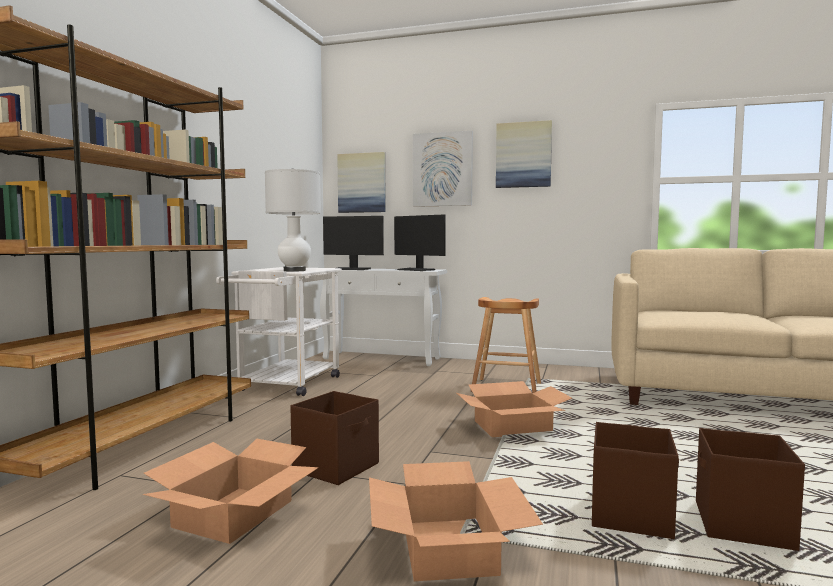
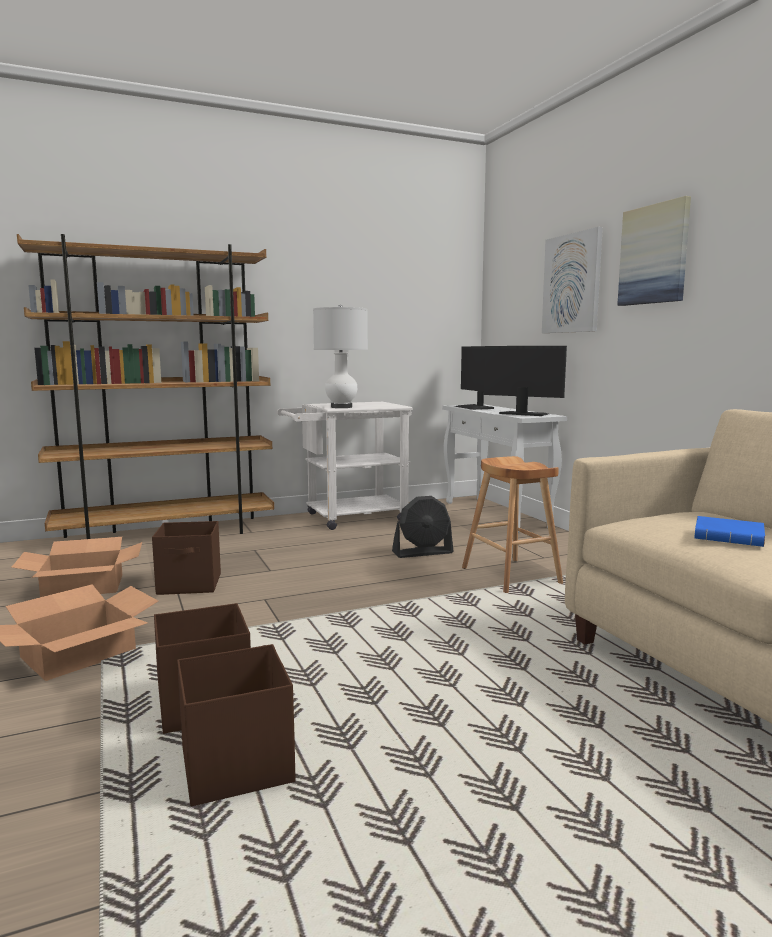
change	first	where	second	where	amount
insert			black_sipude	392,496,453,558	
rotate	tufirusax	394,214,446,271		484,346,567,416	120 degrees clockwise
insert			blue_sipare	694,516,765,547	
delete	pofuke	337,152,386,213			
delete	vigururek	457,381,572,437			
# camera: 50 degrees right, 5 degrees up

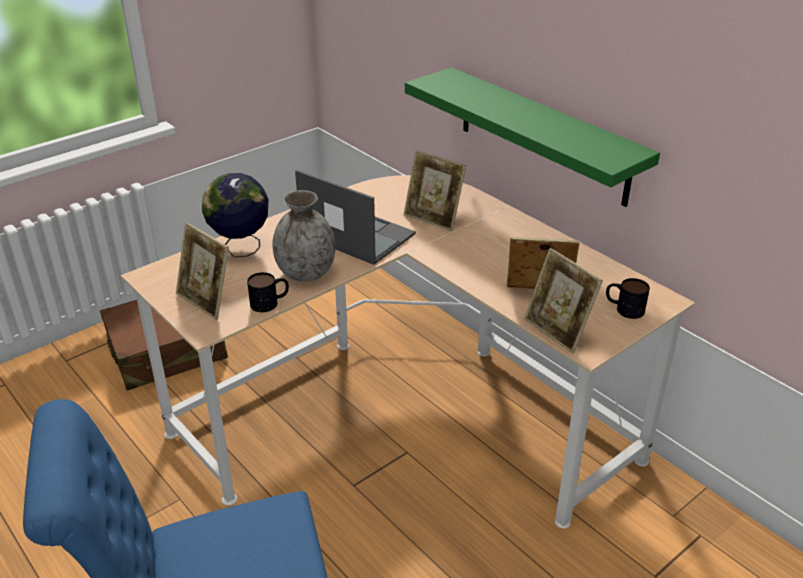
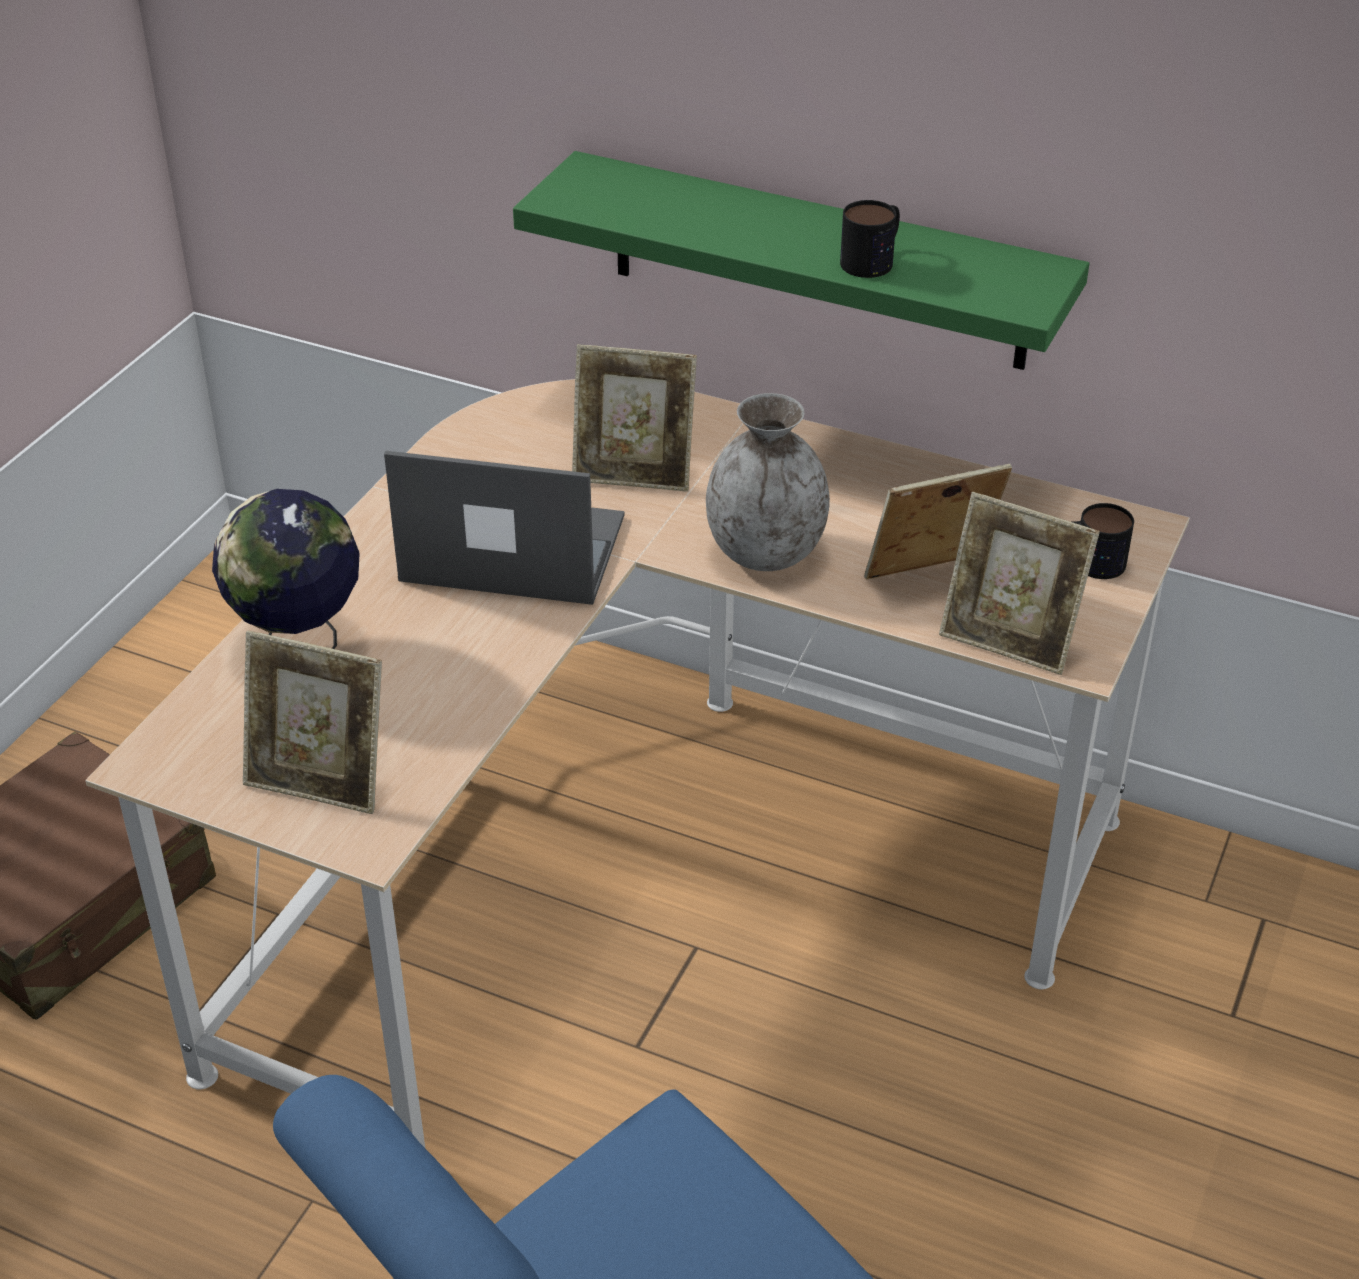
change	first	where	second	where	amount
move	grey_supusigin	272,190,336,282		706,393,830,571	
move	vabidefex	247,272,289,312		840,200,900,278	
# camera: 25 degrees left, 5 degrees up

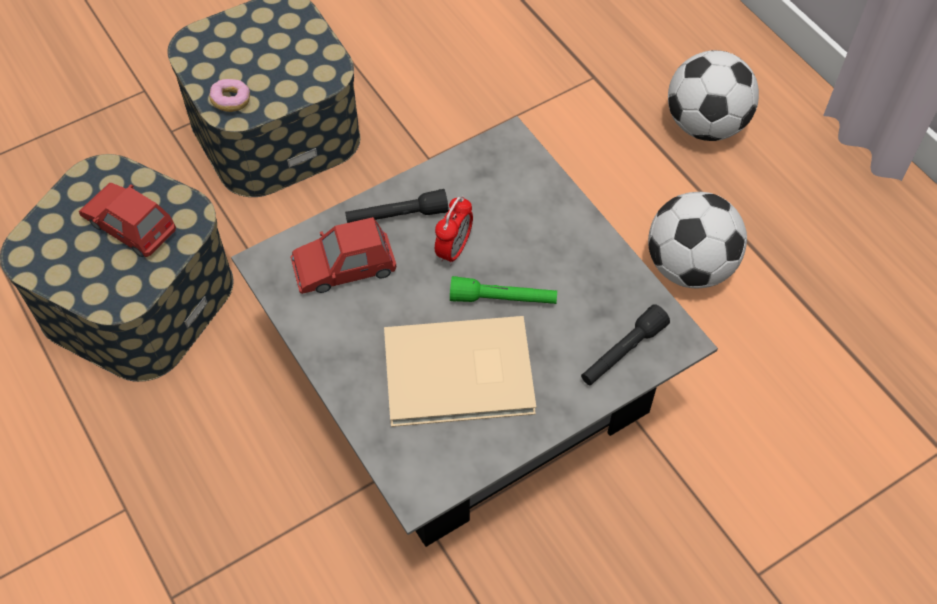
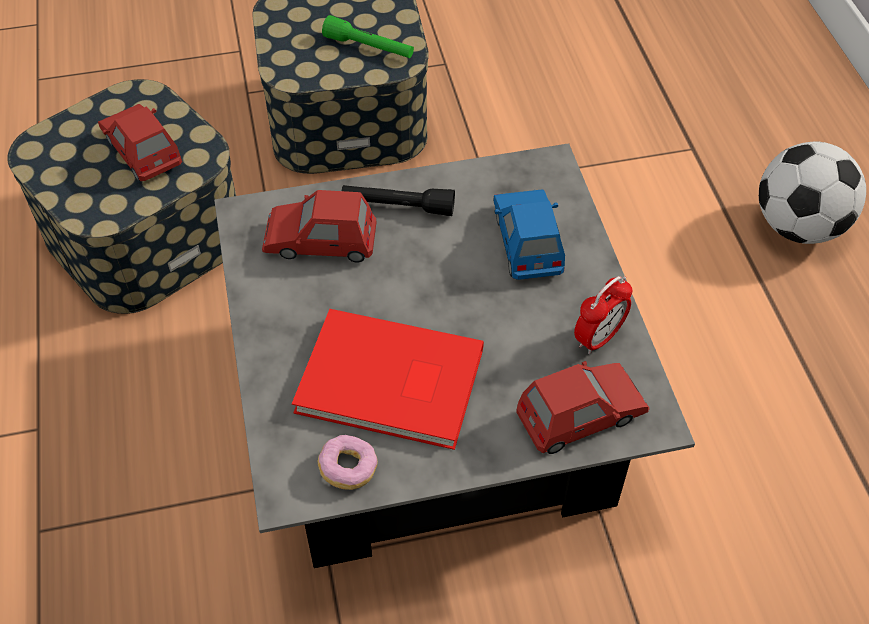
change	first	where	second	where	amount
recolor	beige_sipare	384,316,536,427	red_sipare	292,309,484,450	
move	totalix	209,79,250,112		318,435,378,490	
move	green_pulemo	450,276,557,304		322,15,414,58	
insert			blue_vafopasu	493,189,565,280	
replace	black_pulemo	581,304,670,385	red_vafopasu	516,361,650,454	
move	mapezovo	435,196,473,265		574,276,632,355	
delete	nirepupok	648,192,747,288			
# camera: 20 degrees right, 5 degrees down

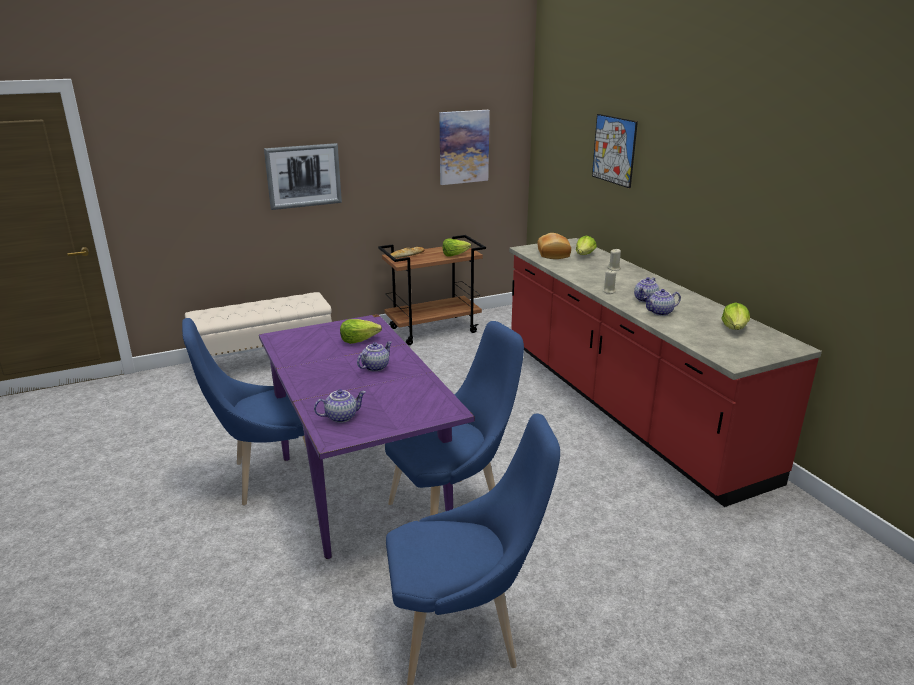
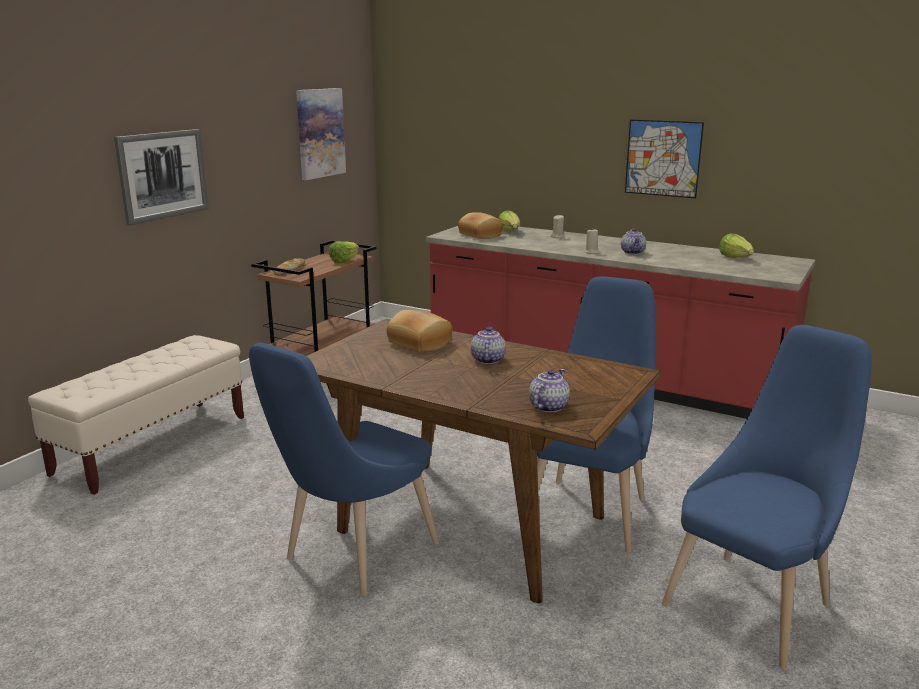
change	first	where	second	where	amount
recolor	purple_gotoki	259,314,475,559	brown_gotoki	307,319,661,604	
replace	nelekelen	340,319,382,344	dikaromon	387,310,453,352	
move	pofuke	592,114,638,188		625,119,704,198	
delete	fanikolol	643,289,681,316			
# camera: 35 degrees left, 5 degrees down

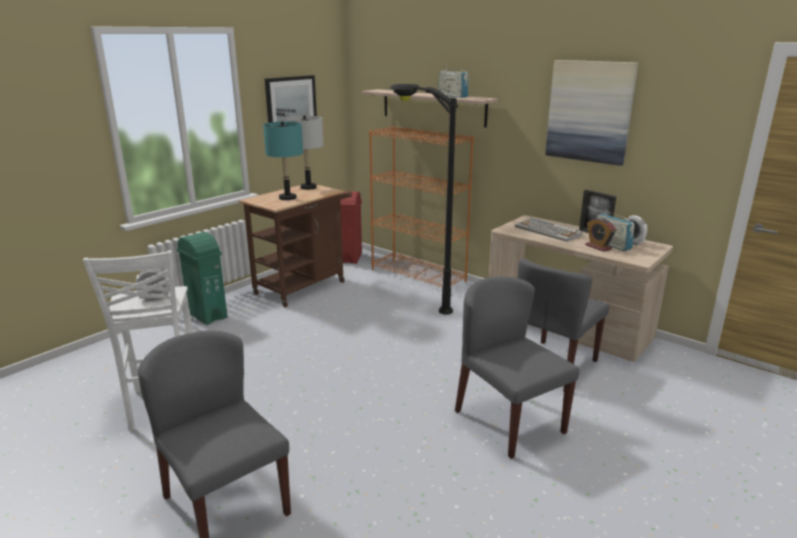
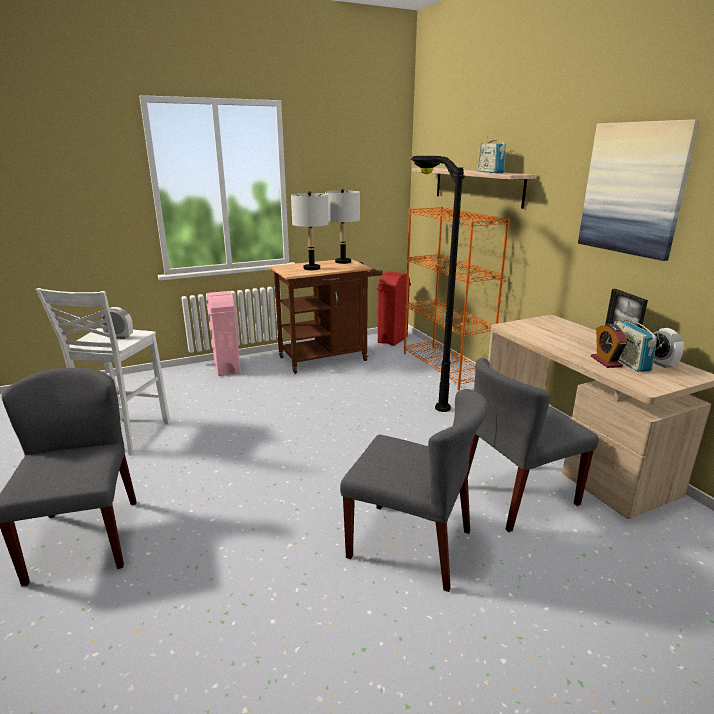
change	first	where	second	where	amount
recolor	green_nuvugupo	176,232,228,325	pink_nuvugupo	206,291,241,376	
recolor	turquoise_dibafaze	263,121,303,200	grey_dibafaze	291,191,329,270	
rotate	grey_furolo	455,277,579,459		340,389,488,592	120 degrees clockwise
delete	pofuke	265,75,317,123			
delete	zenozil	515,218,583,242			
# camera: 25 degrees right, 0 degrees up

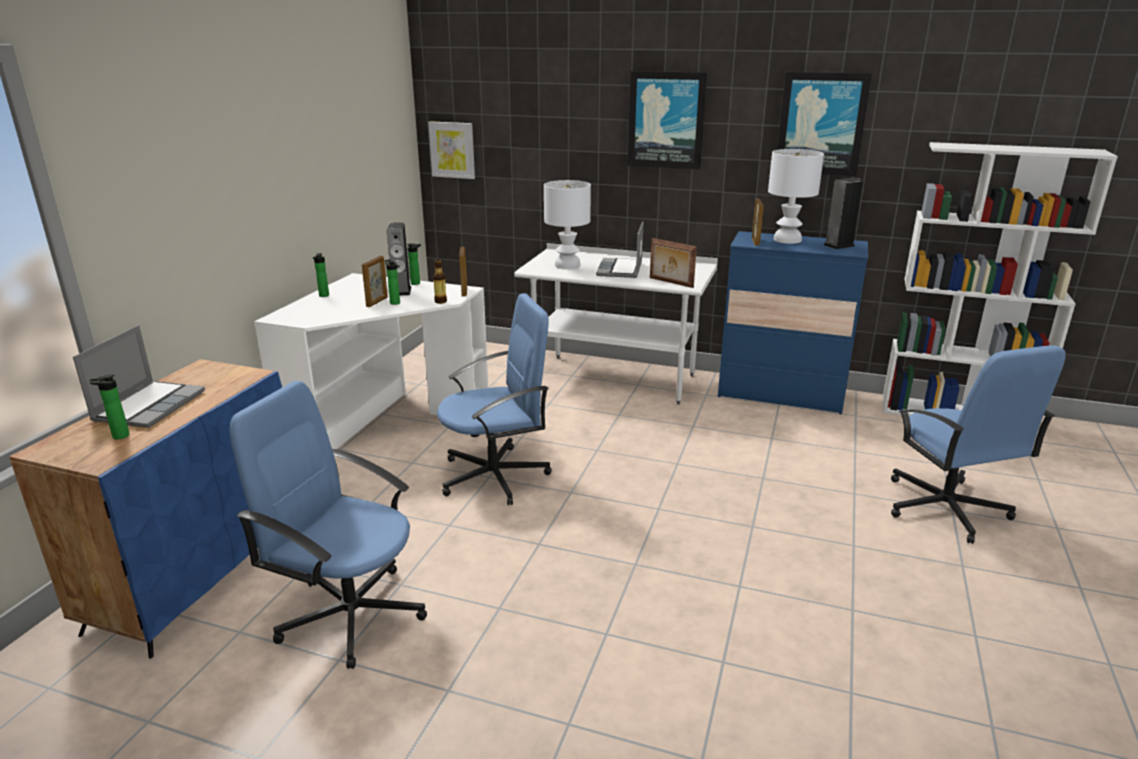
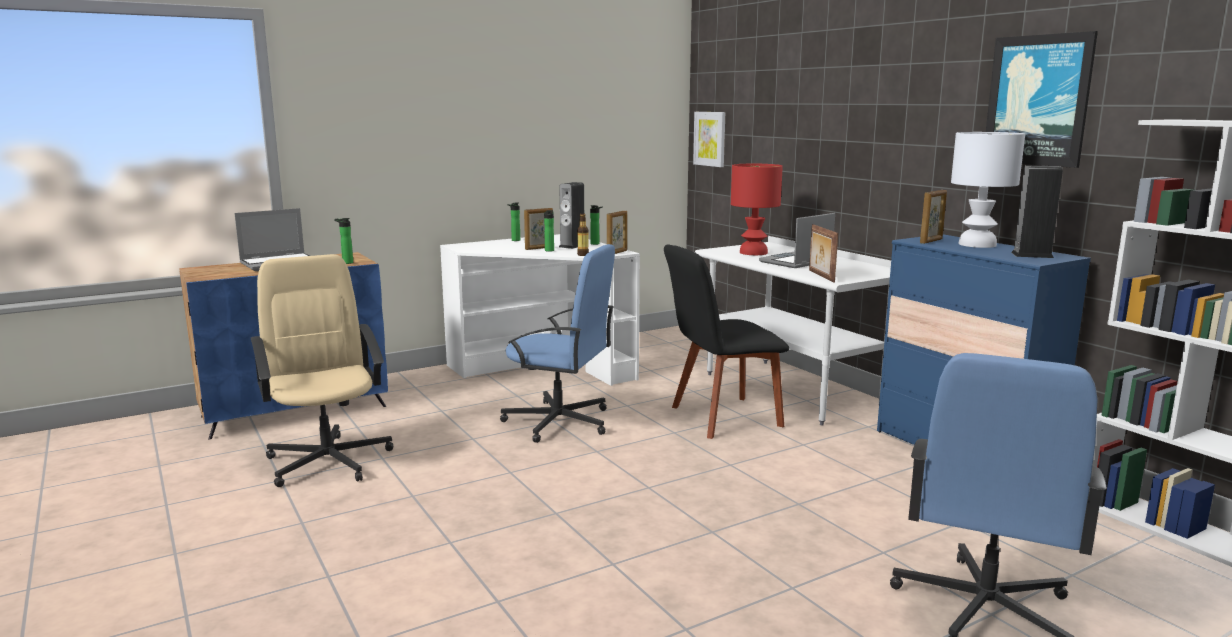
change	first	where	second	where	amount
recolor	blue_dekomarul	230,381,427,669	beige_dekomarul	251,254,393,487	
move	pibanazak	89,374,130,440		334,218,353,264	
insert			black_furolo	664,244,789,439	
recolor	white_dibafaze	544,180,591,269	red_dibafaze	731,164,783,255	
delete	pofuke	628,71,707,170			
# camera: 40 degrees right, 10 degrees down

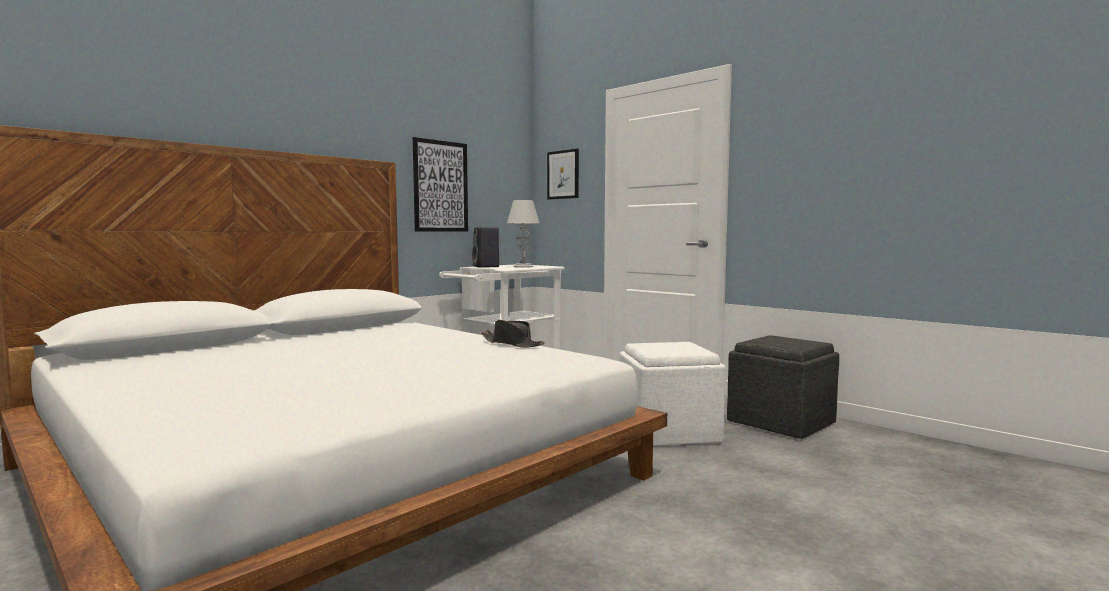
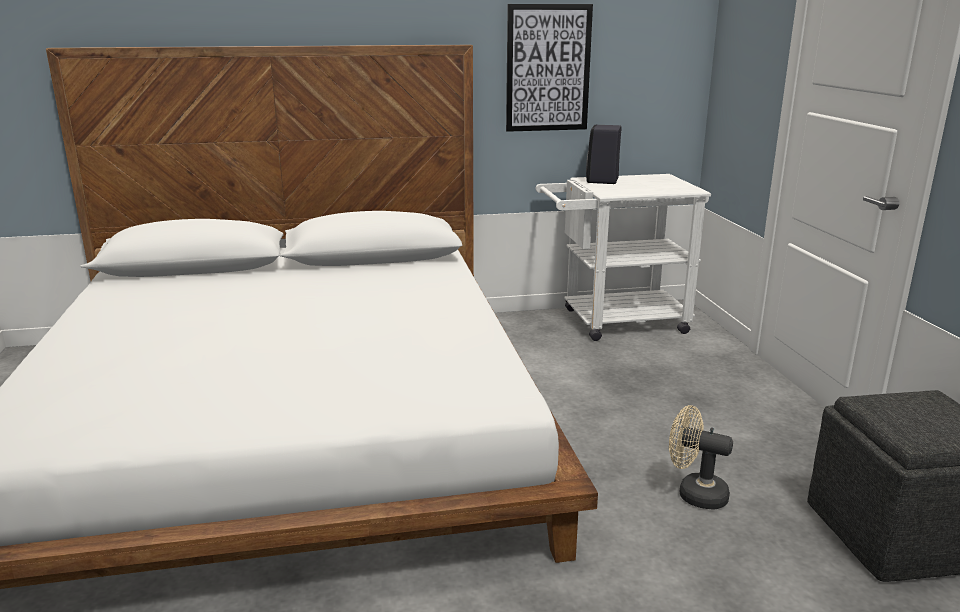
change	first	where	second	where	amount
replace	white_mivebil	619,342,726,446	beige_sipude	669,405,733,510	
delete	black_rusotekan	481,320,545,347			
delete	grey_dibafaze	507,200,540,268			
delete	pofuke	547,149,579,200			
# camera: 35 degrees right, 15 degrees up

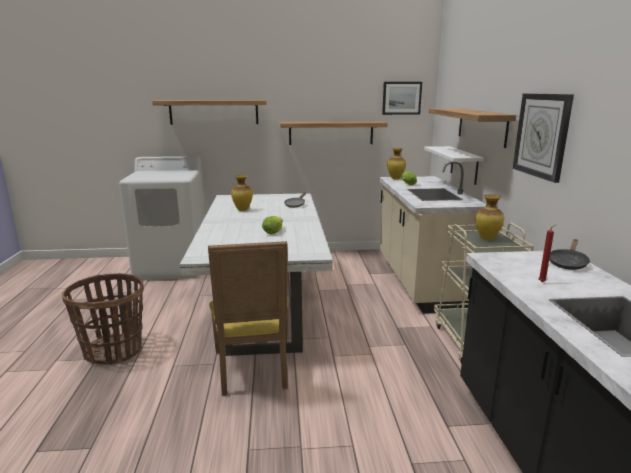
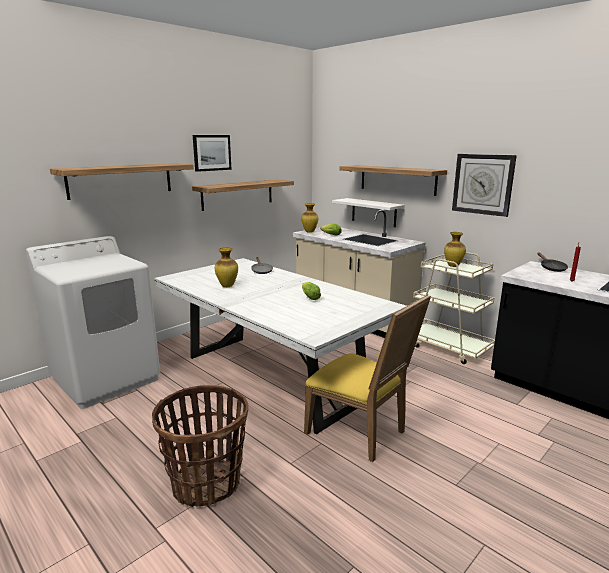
change	first	where	second	where	amount
move	pofuke	382,82,422,115		193,135,232,172	
# camera: 40 degrees left, 0 degrees up

